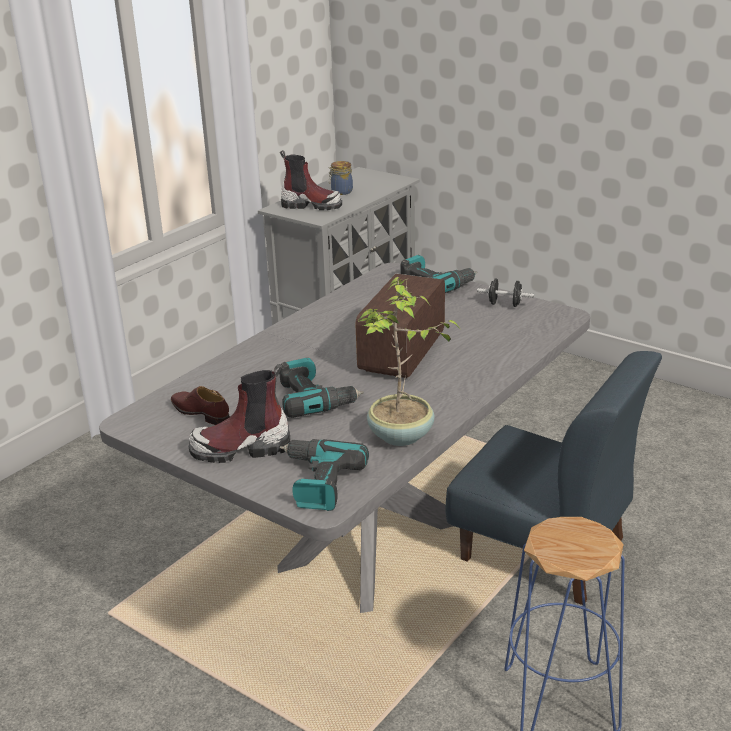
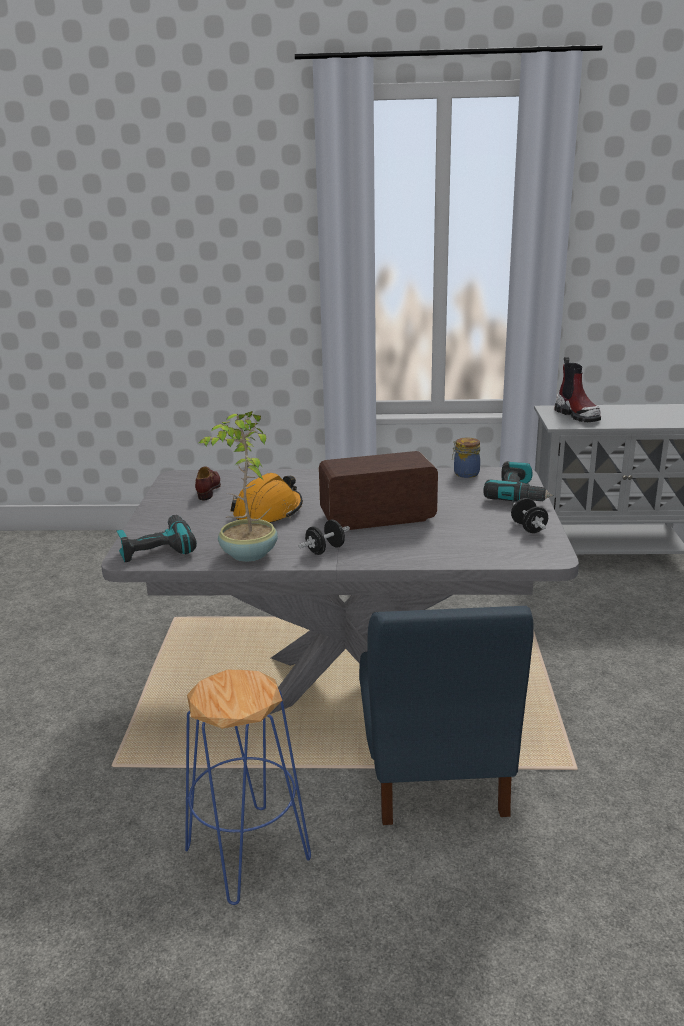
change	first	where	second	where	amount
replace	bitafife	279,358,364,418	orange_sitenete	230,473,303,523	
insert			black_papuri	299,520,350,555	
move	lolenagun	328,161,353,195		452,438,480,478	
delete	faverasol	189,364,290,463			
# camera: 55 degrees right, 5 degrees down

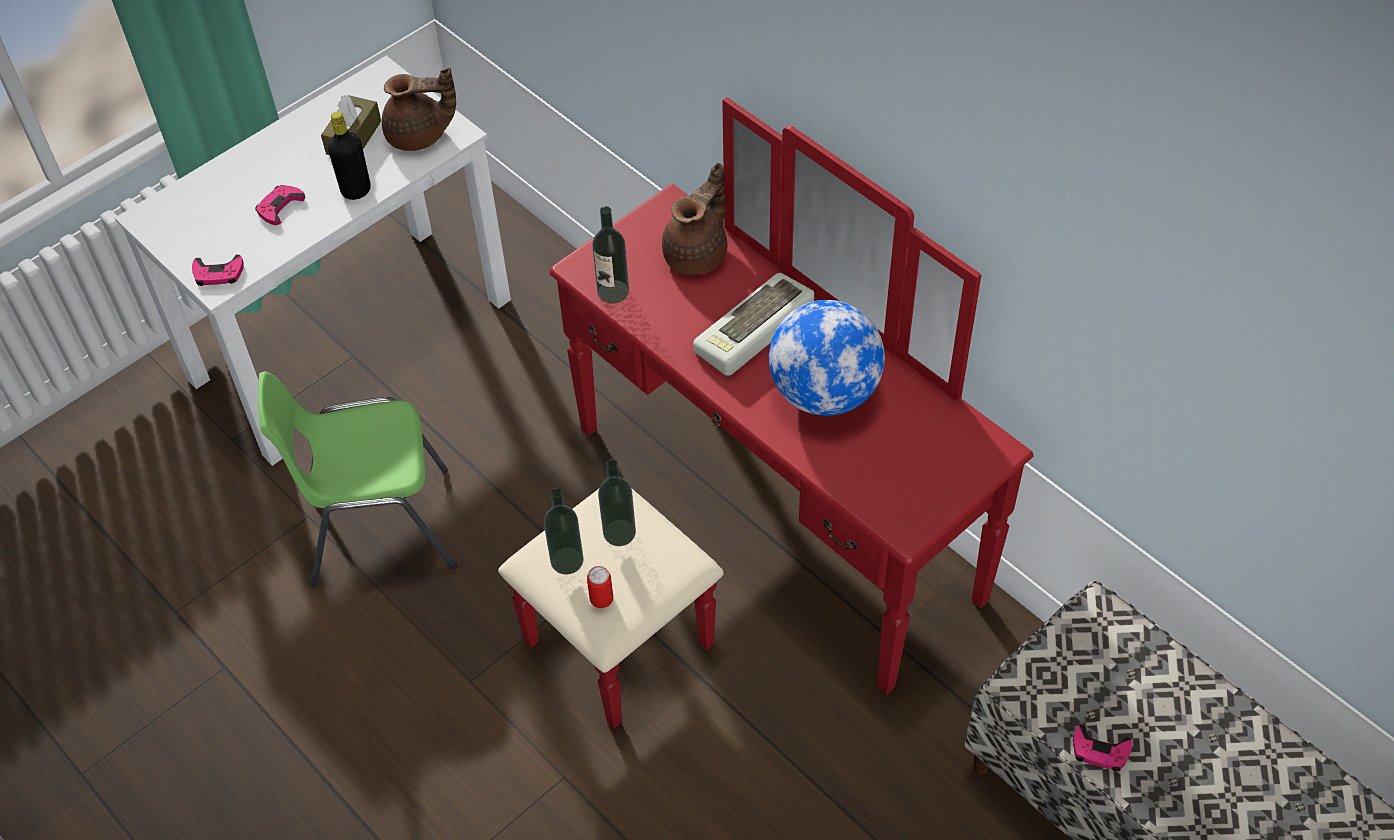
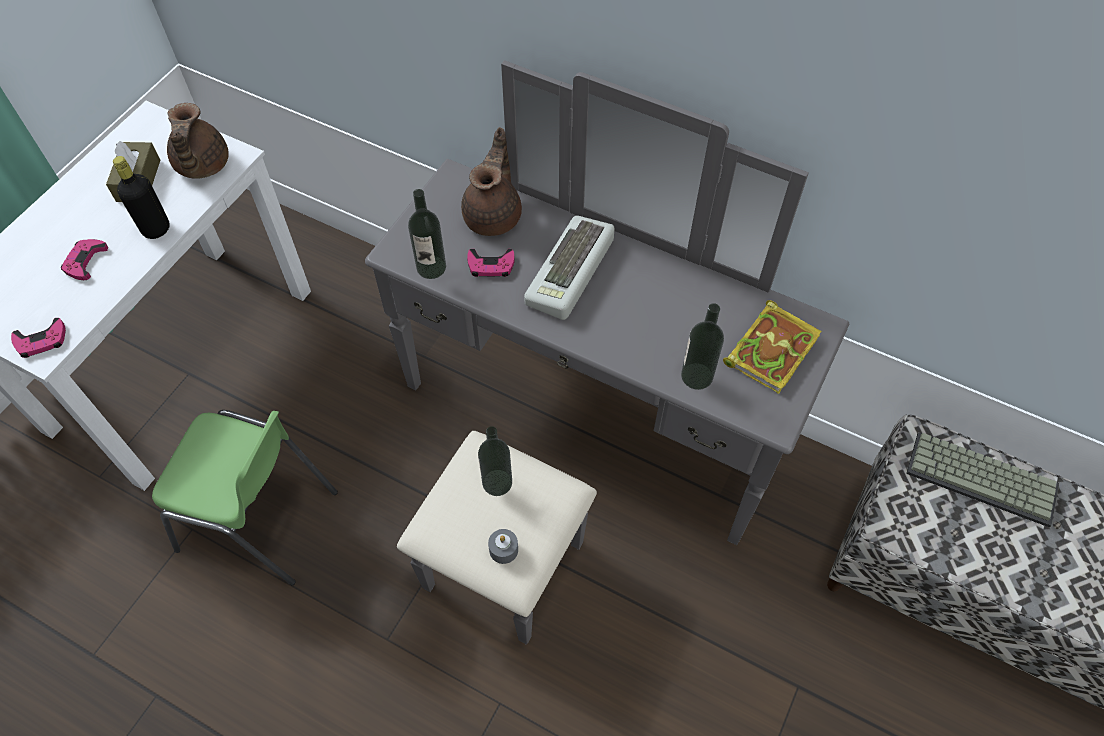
change	first	where	second	where	amount
rotate	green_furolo	258,371,457,587		152,410,338,585	135 degrees counterclockwise
rotate	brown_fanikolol	382,68,456,151		167,103,229,179	105 degrees clockwise
recolor	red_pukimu	498,97,1034,729	grey_pukimu	365,60,849,645	
move	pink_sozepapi	1073,724,1132,771		467,248,515,277	
replace	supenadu	587,566,613,608	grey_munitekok	488,529,518,564	
move	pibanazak	544,488,583,575		681,303,724,390	
insert			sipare	723,300,822,394	
insert			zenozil	906,432,1059,527	
delete	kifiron	769,300,885,416			
# camera: 20 degrees left, 5 degrees up

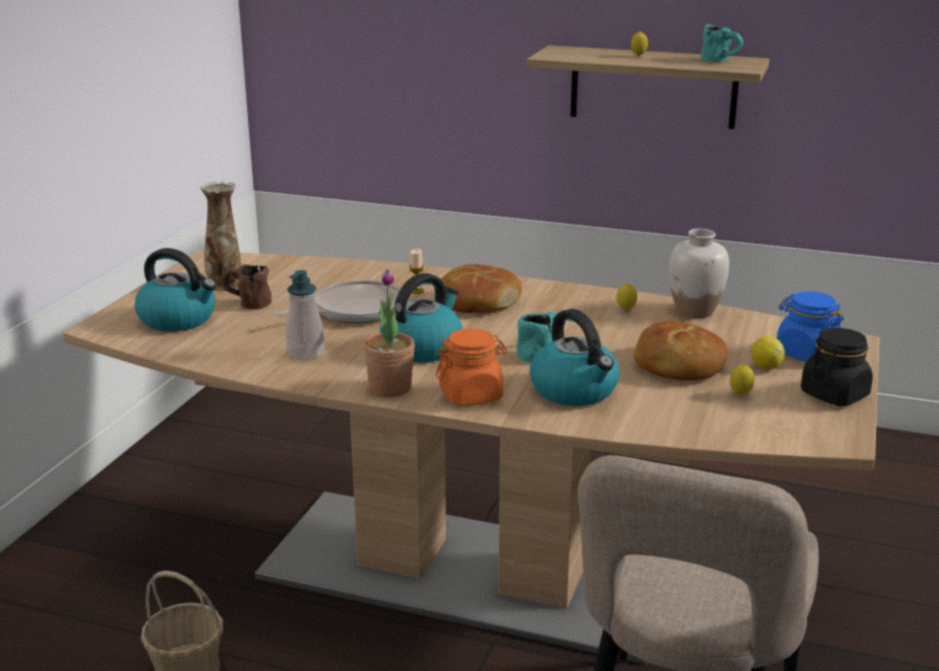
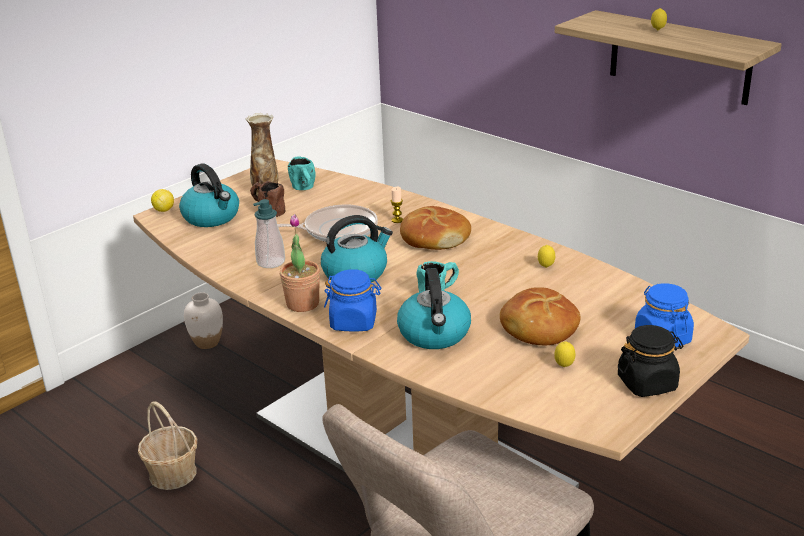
change	first	where	second	where	amount
move	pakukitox	751,336,785,369		151,189,174,212	
move	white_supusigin	669,228,729,318		184,292,223,349	
move	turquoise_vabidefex	701,24,743,62		288,157,316,190	
recolor	orange_lolenagun	436,329,507,406	blue_lolenagun	324,269,381,331	
# camera: 25 degrees right, 5 degrees up

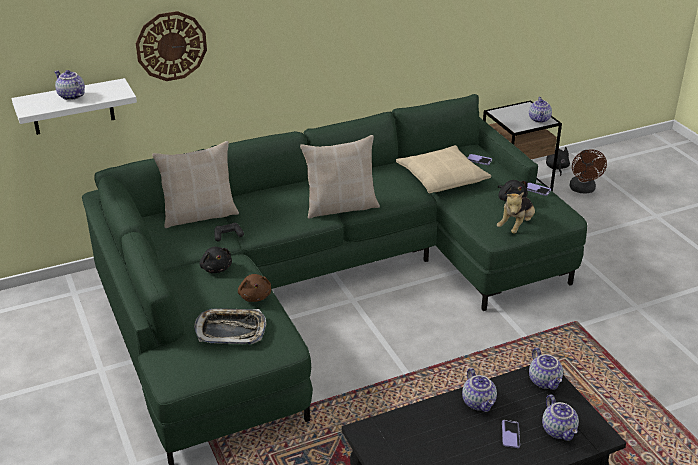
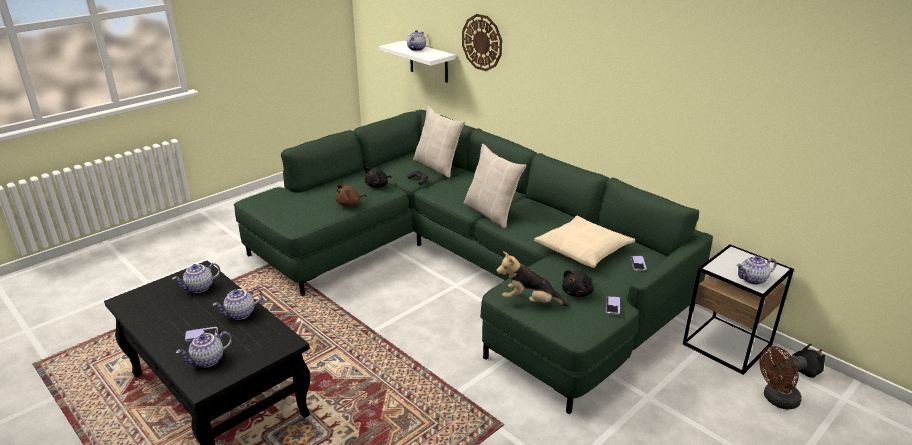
change	first	where	second	where	amount
move	fanikolol	529,347,563,390		172,263,220,293	
delete	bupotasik	194,308,267,344			
# camera: 70 degrees right, 5 degrees down

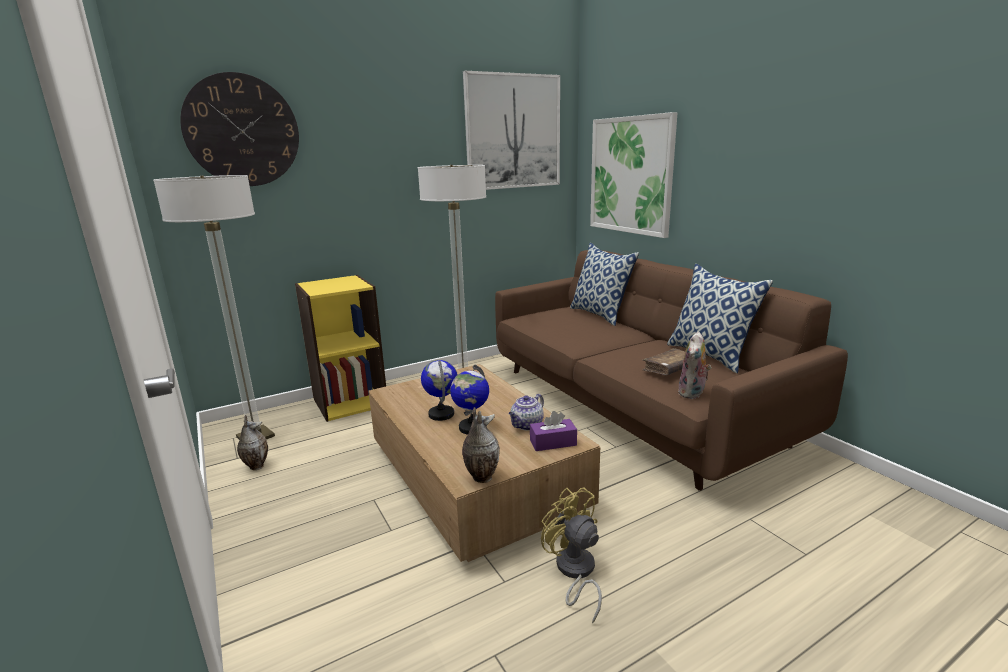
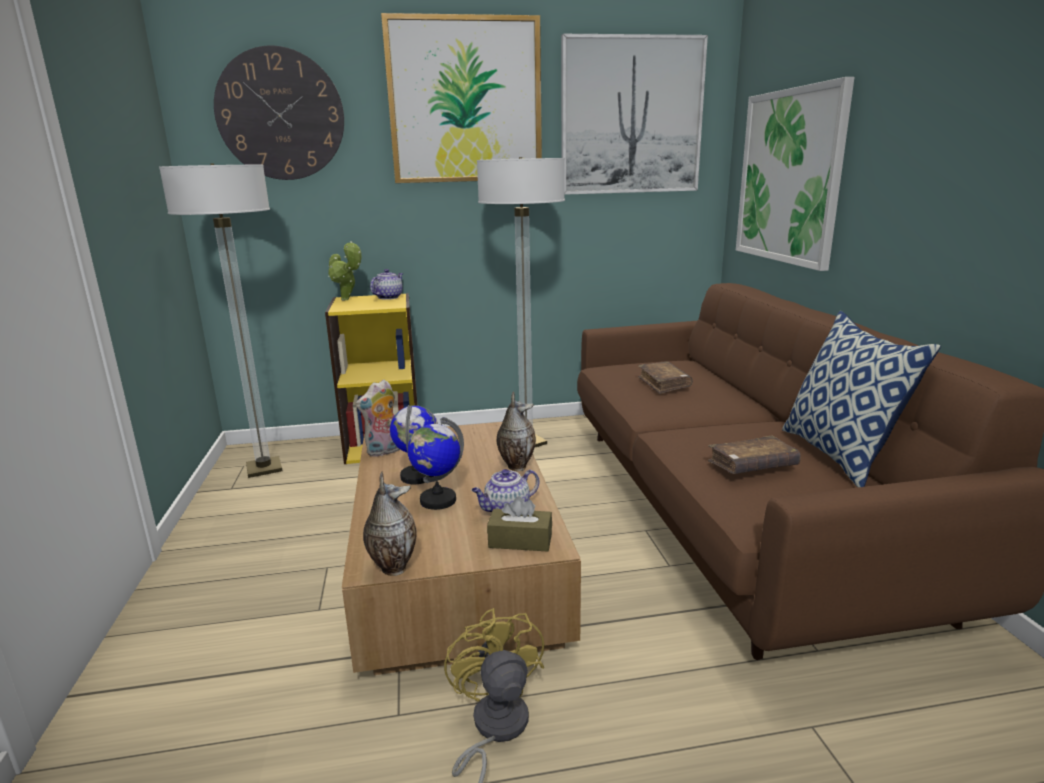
change	first	where	second	where	amount
insert			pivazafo	328,241,361,300	
move	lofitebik	678,331,711,399		355,379,400,457	
insert			fanikolol	370,269,403,300	
insert			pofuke	381,13,542,183	
recolor	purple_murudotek	530,411,577,451	brown_murudotek	487,496,552,552	
move	supusigin	237,415,268,470		497,391,536,471	
insert			brown_sipare	638,361,693,394	
delete	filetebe	570,243,639,326			
# camera: 20 degrees right, 0 degrees up

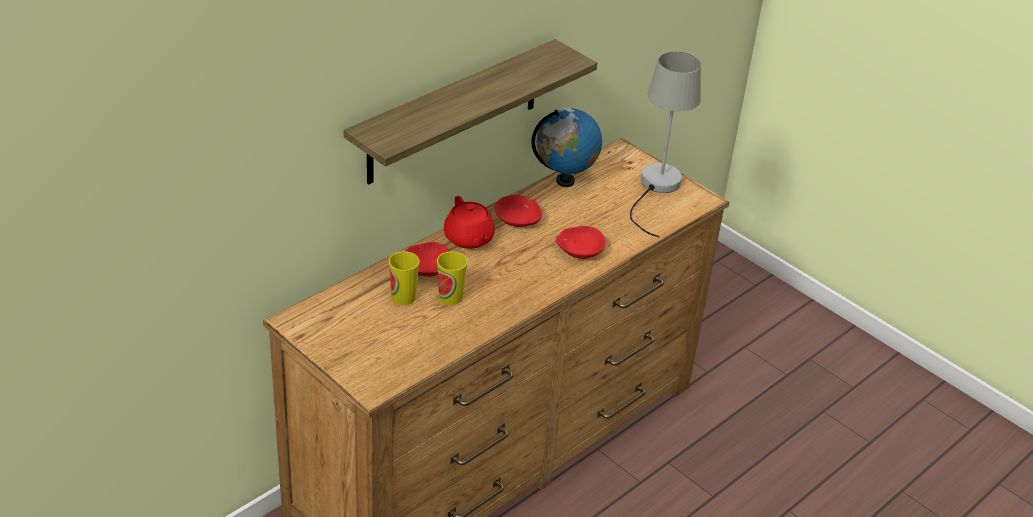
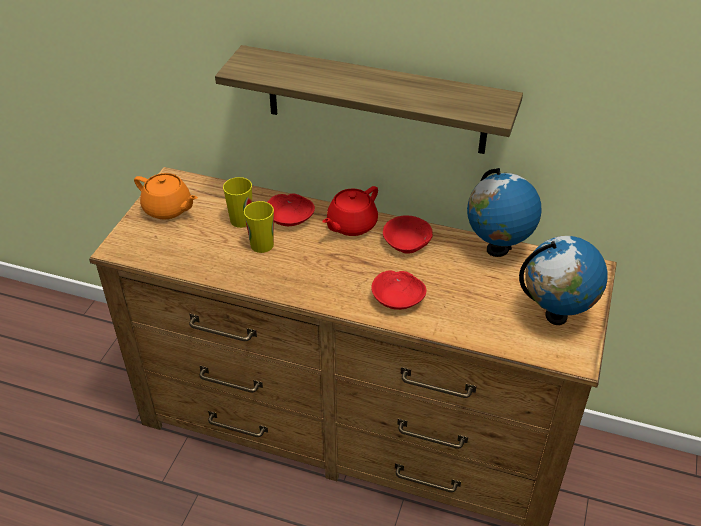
change	first	where	second	where	amount
insert			orange_fanikolol	134,173,198,220	
replace	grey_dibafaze	630,52,701,237	kifiron	519,236,608,325	
# camera: 65 degrees right, 5 degrees up

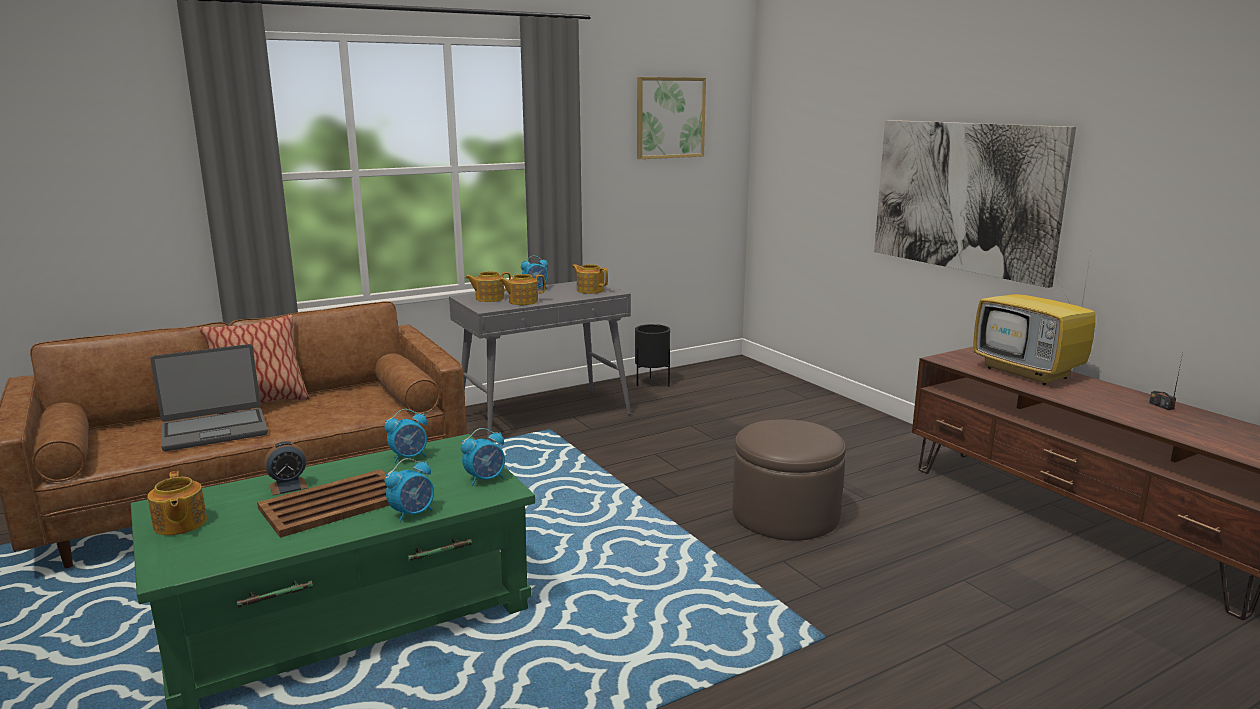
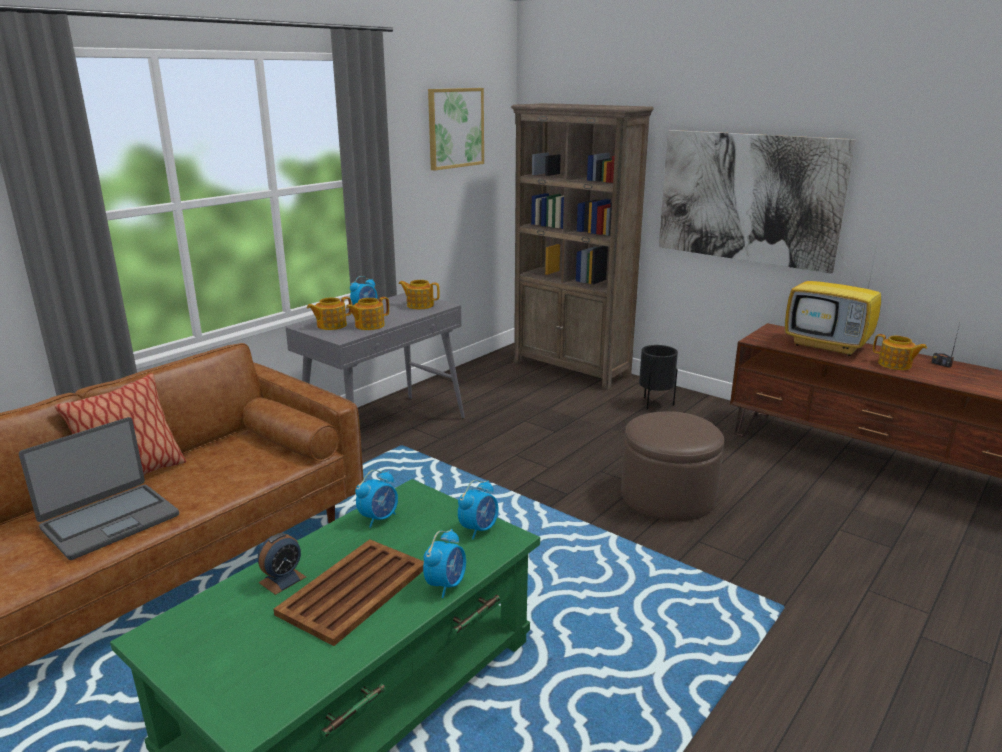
change	first	where	second	where	amount
insert			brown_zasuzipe	511,103,654,390	
move	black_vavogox	635,324,670,387		639,345,678,410	
move	fanikolol	147,471,207,535		873,334,927,370	
# camera: 20 degrees left, 5 degrees up

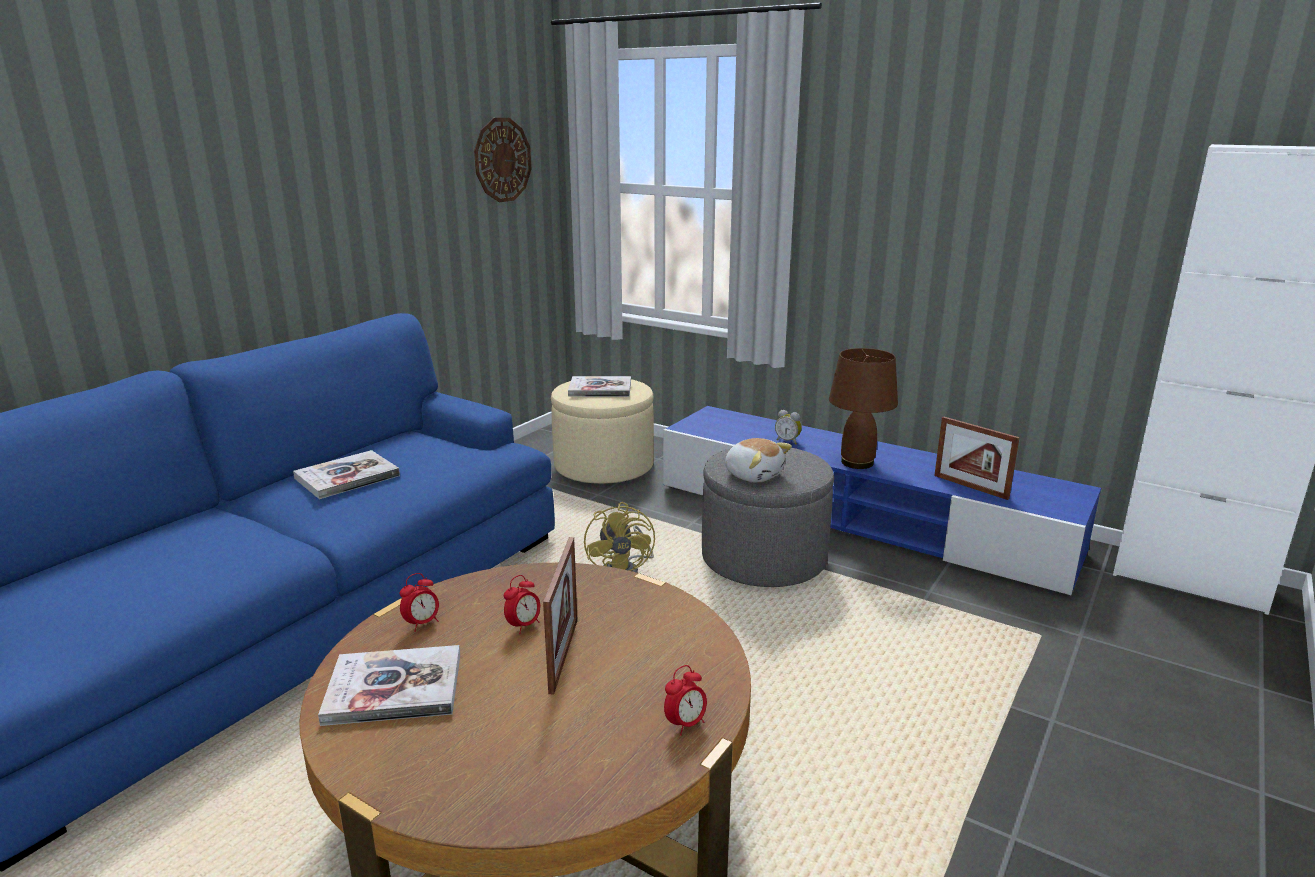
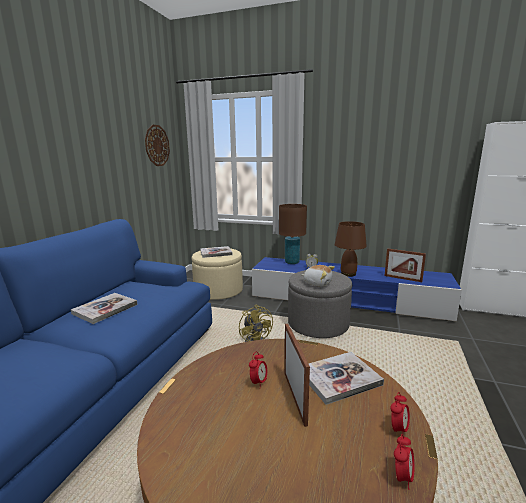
change	first	where	second	where	amount
insert			brown_dibafaze	279,204,307,264	
move	sipare	318,645,460,726		309,352,384,405	
move	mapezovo	399,573,439,632		394,434,414,490	
# camera: 15 degrees left, 5 degrees down

